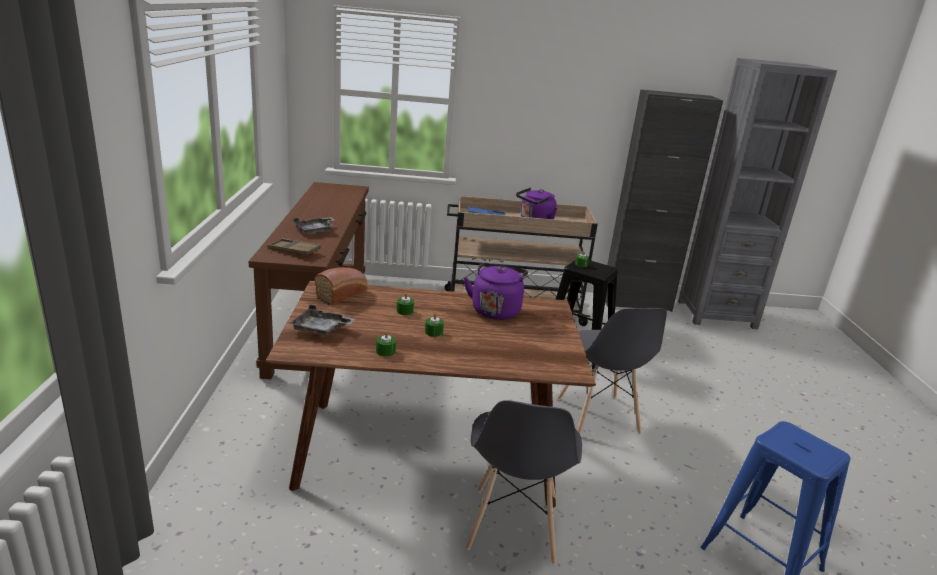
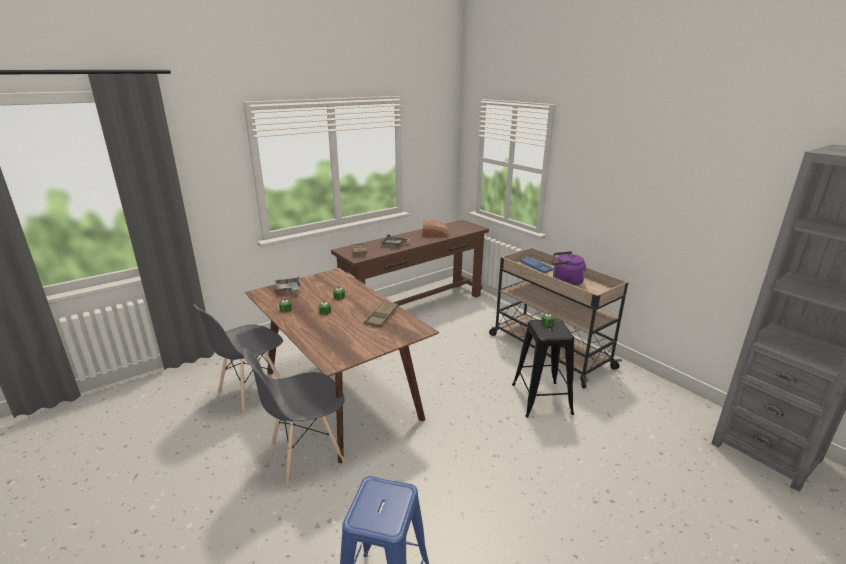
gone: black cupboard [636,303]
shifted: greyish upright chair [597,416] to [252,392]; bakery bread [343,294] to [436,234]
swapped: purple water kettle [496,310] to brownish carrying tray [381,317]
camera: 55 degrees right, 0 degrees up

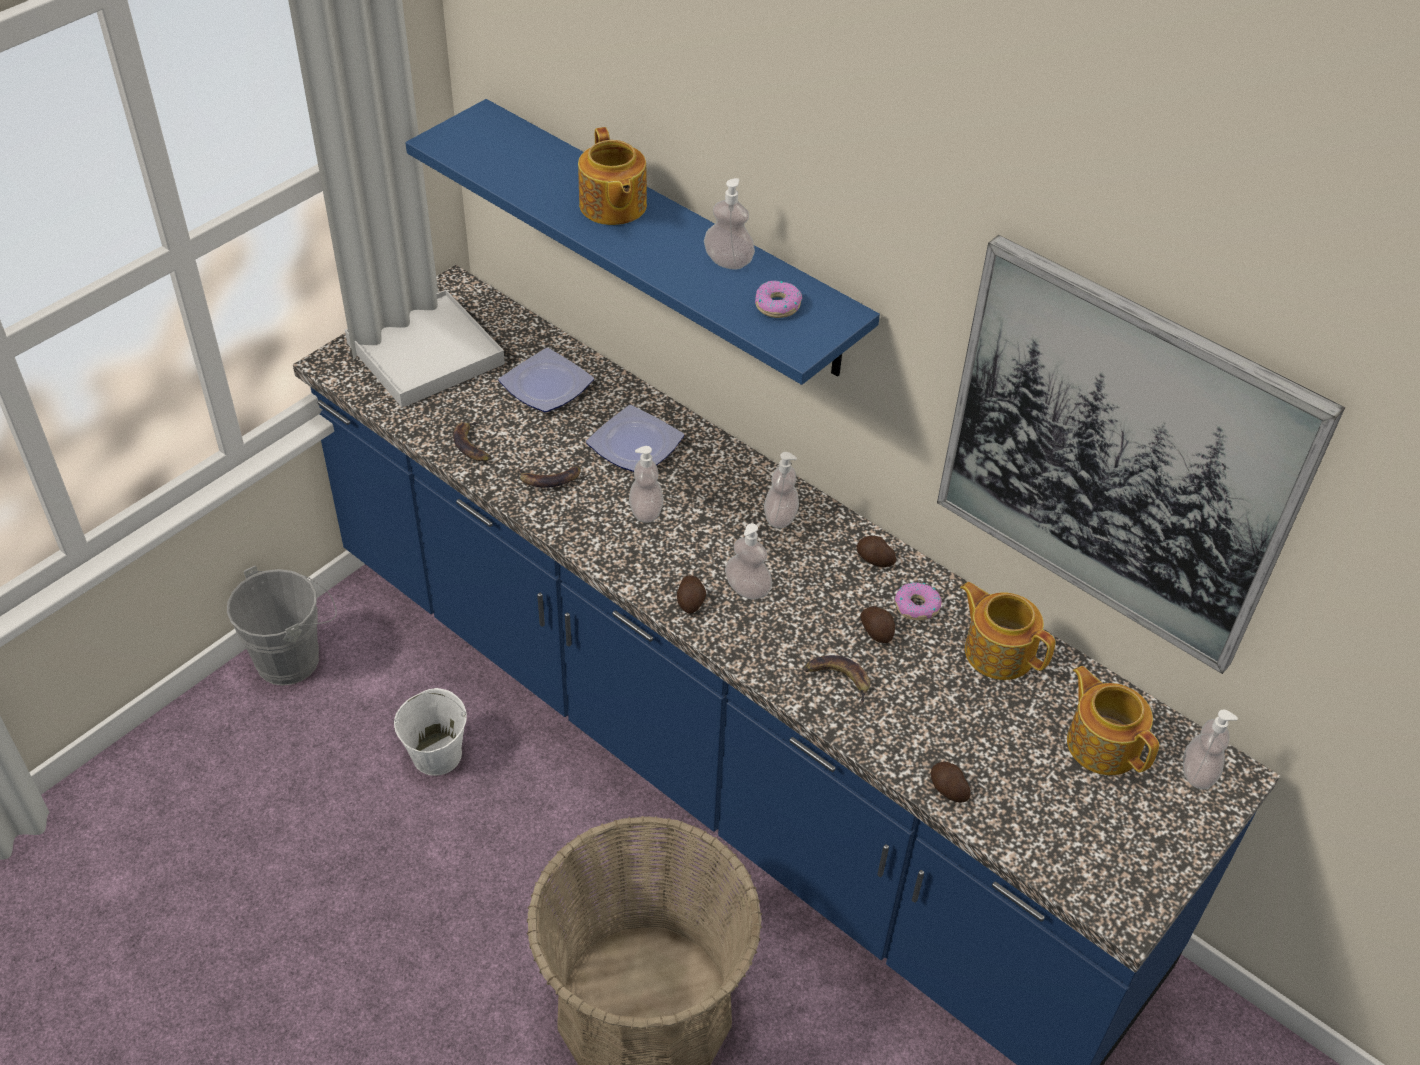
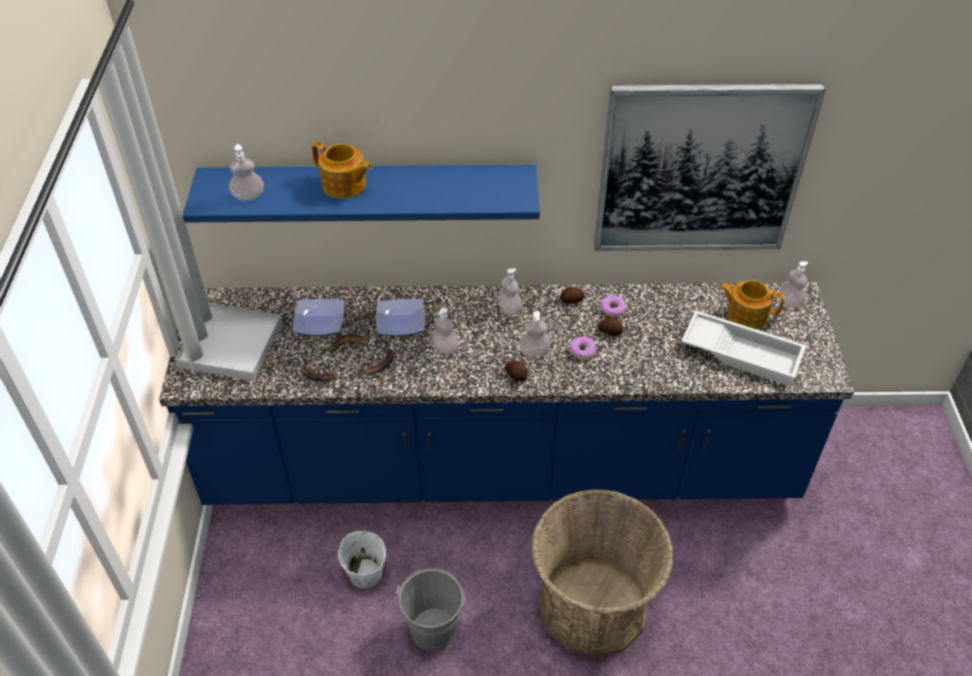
gone: spud [947,789]; pot for tea [998,651]
new: white carrying tray [742,352]
shifted: soap bottle [728,261] to [248,196]; whole banana [838,679] to [349,347]; greyish water bucket [294,657] to [435,625]; donut [777,305] to [582,351]
camera: 40 degrees left, 0 degrees up

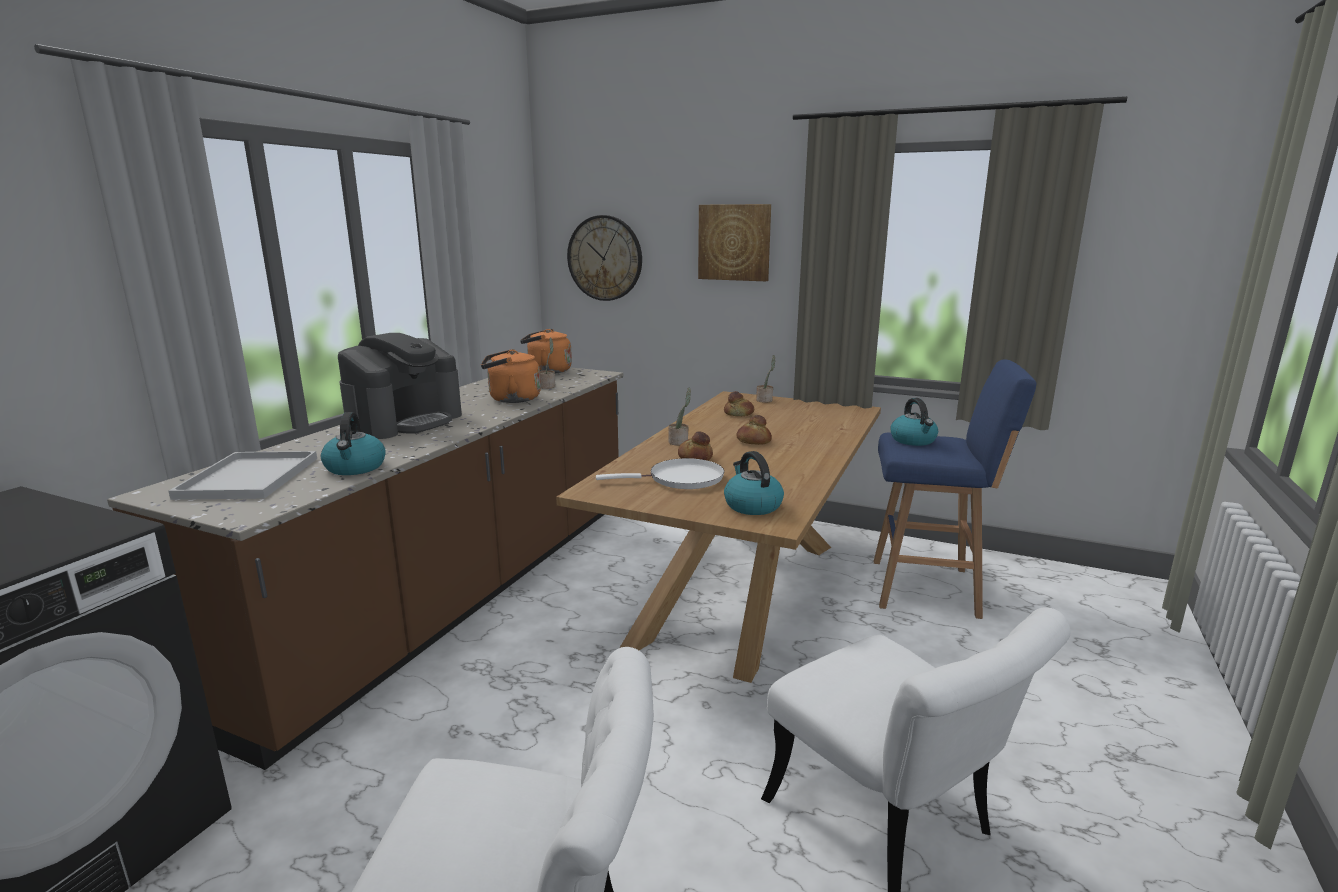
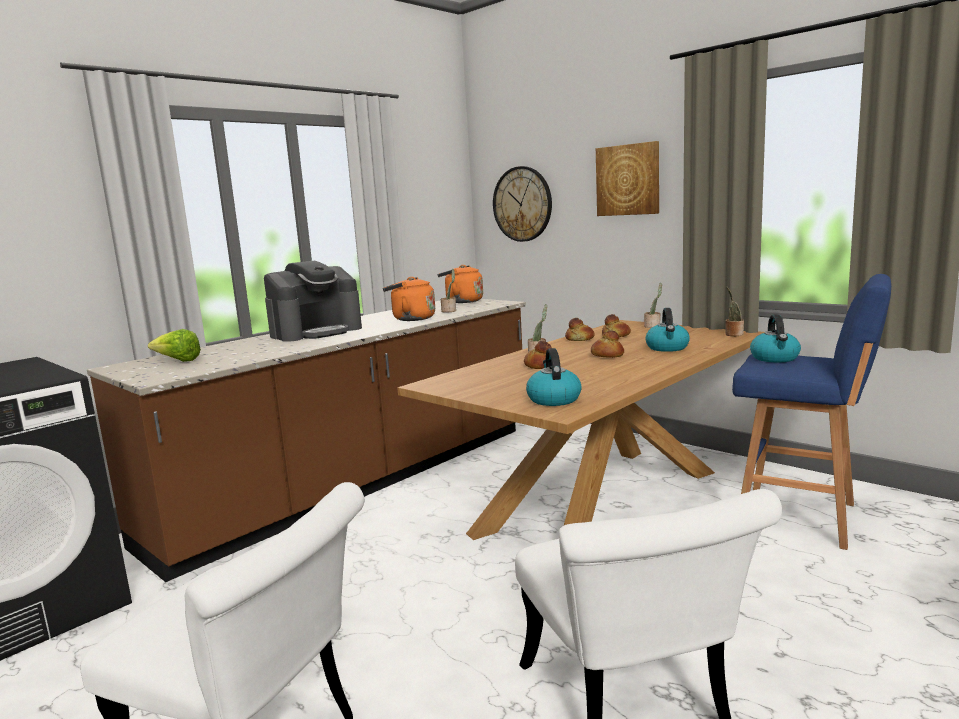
gone: white frying pan [681,479]
new: bakery bread [579,339]; potted plant [733,334]
shifted: water kettle [355,468] to [667,348]
swapped: white carrying tray [249,478] to head of lettuce [178,361]
camera: 20 degrees right, 5 degrees down

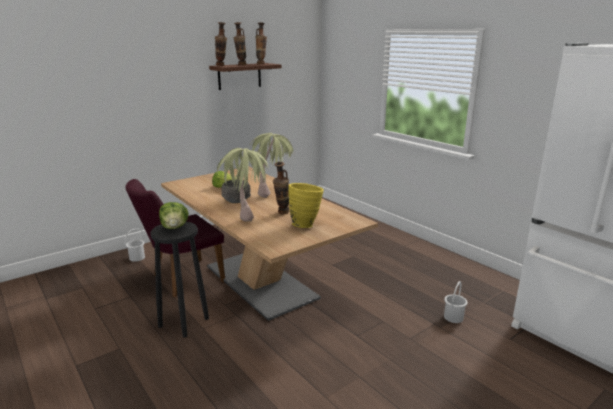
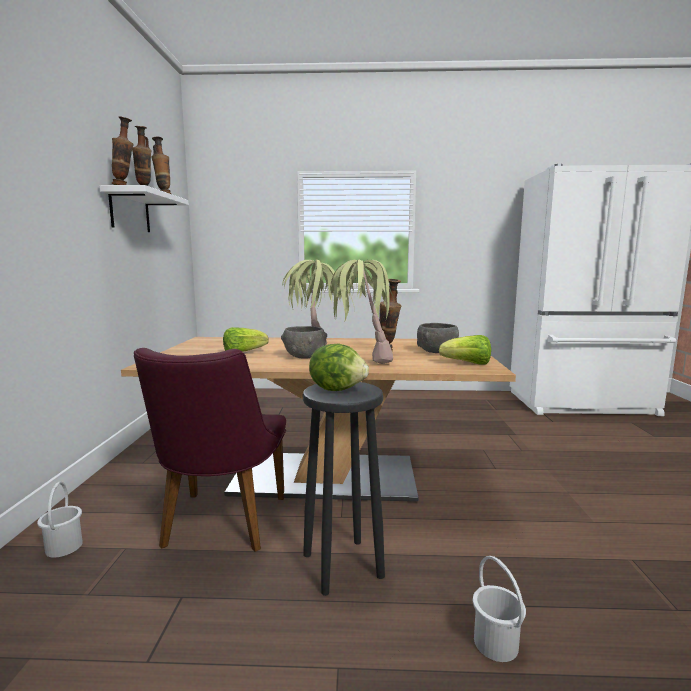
new: head of lettuce [467,364]
shifted: white water bucket [453,317] to [495,643]
swapped: yellow-coloured vase [305,224] to greyish serving bowl [437,352]
repainted: brownish bracket shelf [239,76] to white bracket shelf [130,211]
camera: 50 degrees left, 10 degrees down

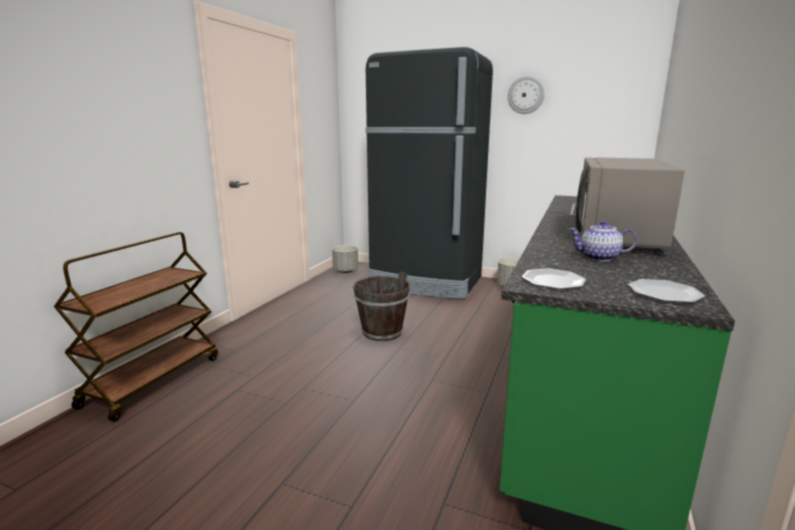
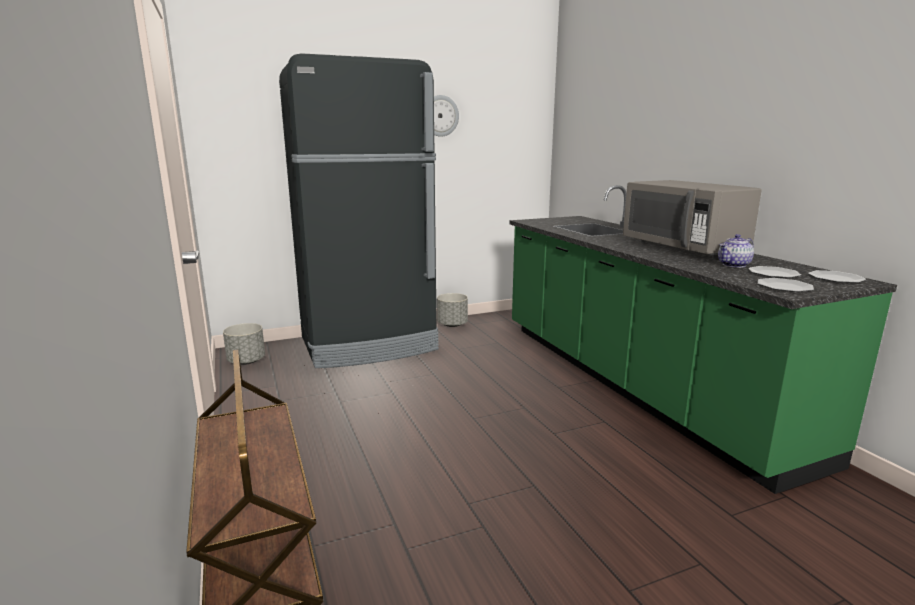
gone: brownish water bucket [382,332]
new: plate [774,274]
camera: 45 degrees left, 0 degrees up

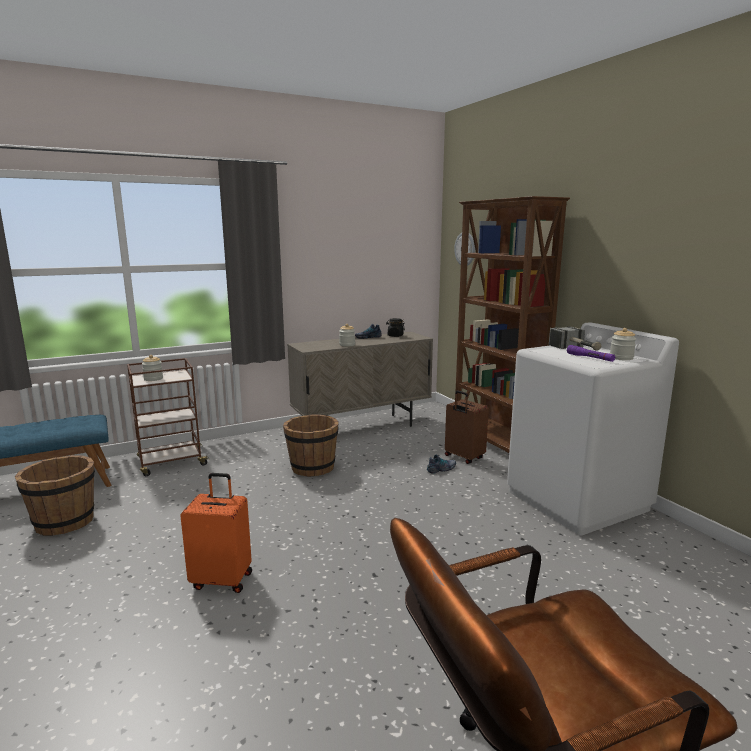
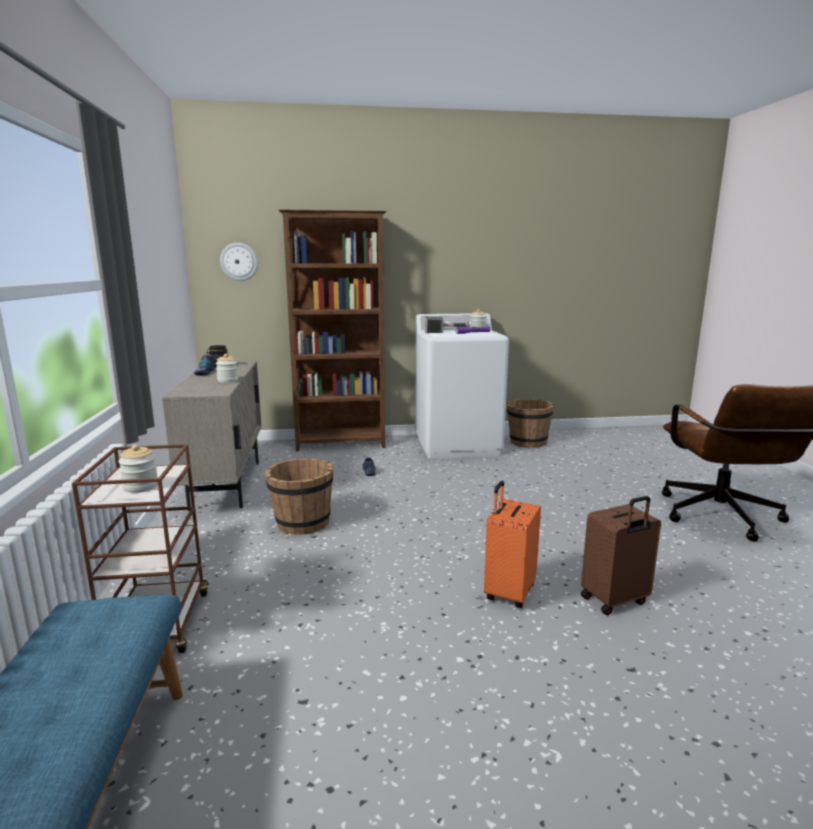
shifted: brownish water bucket [64,522] to [527,442]; brownish travel case [463,457] to [615,601]
camera: 70 degrees left, 0 degrees up

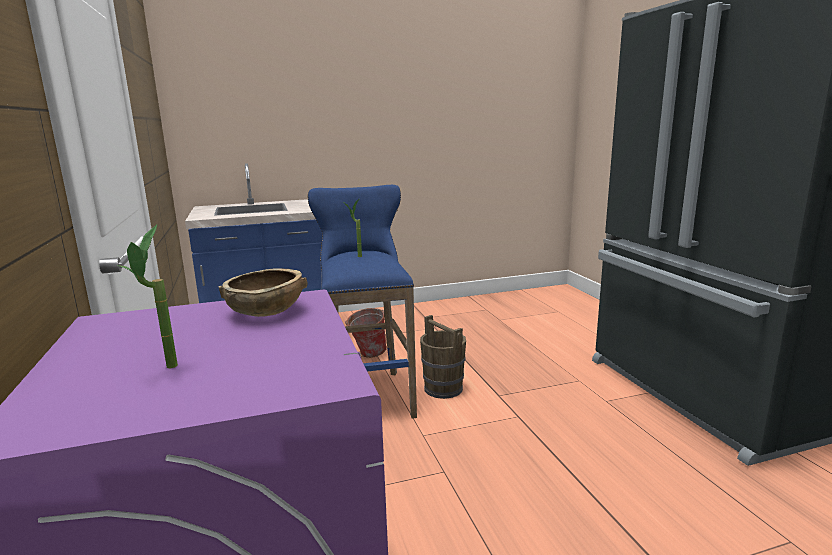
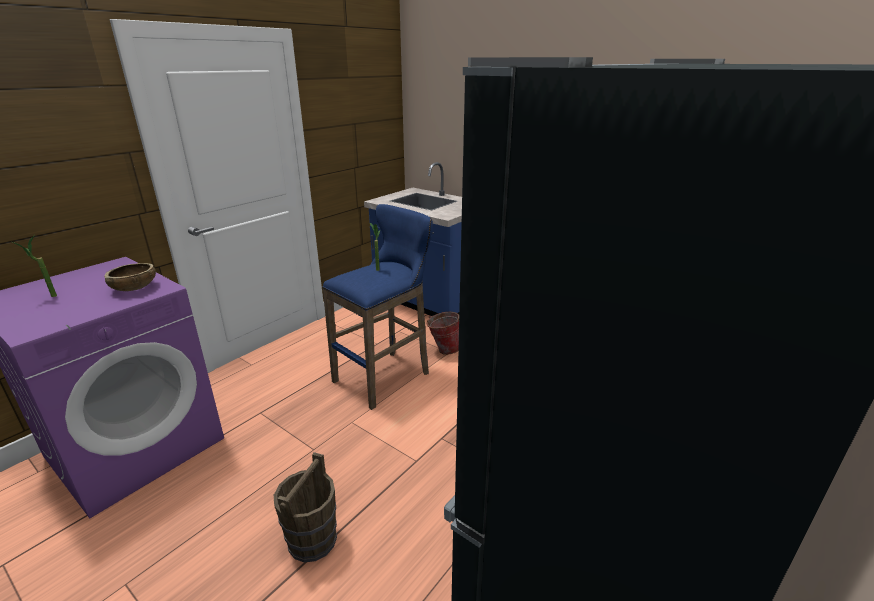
shifted: brownish water bucket [443,388] to [313,539]
camera: 55 degrees right, 10 degrees up

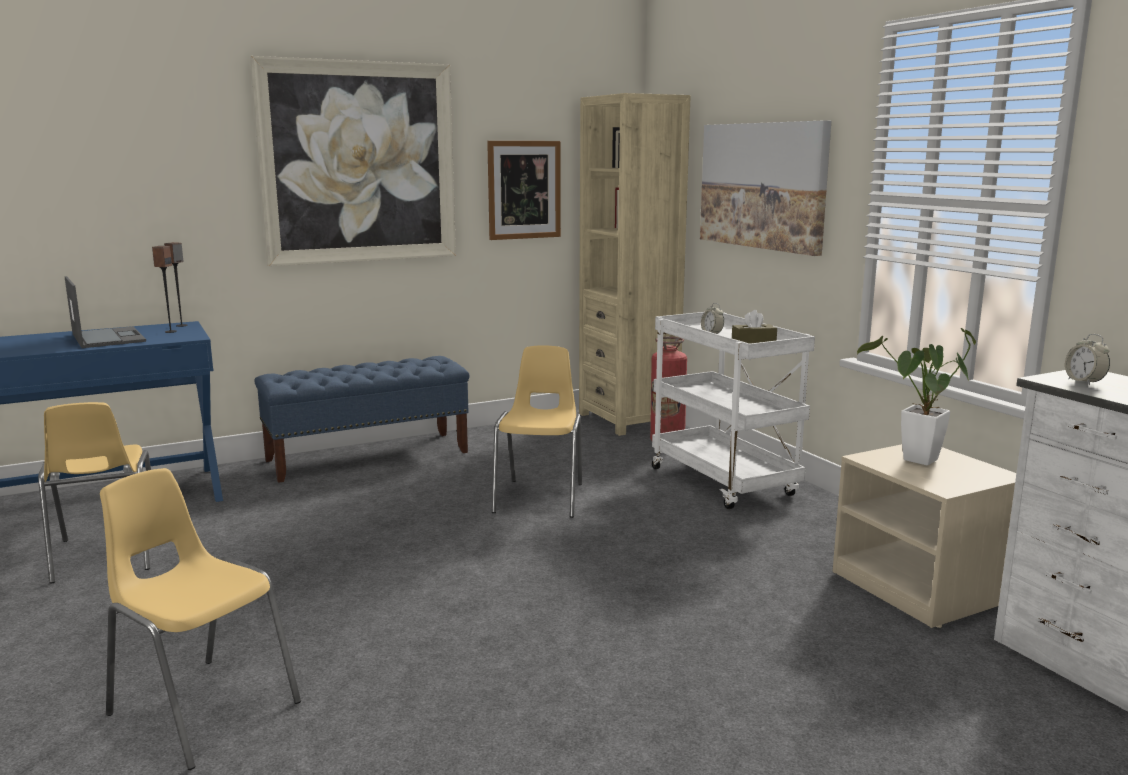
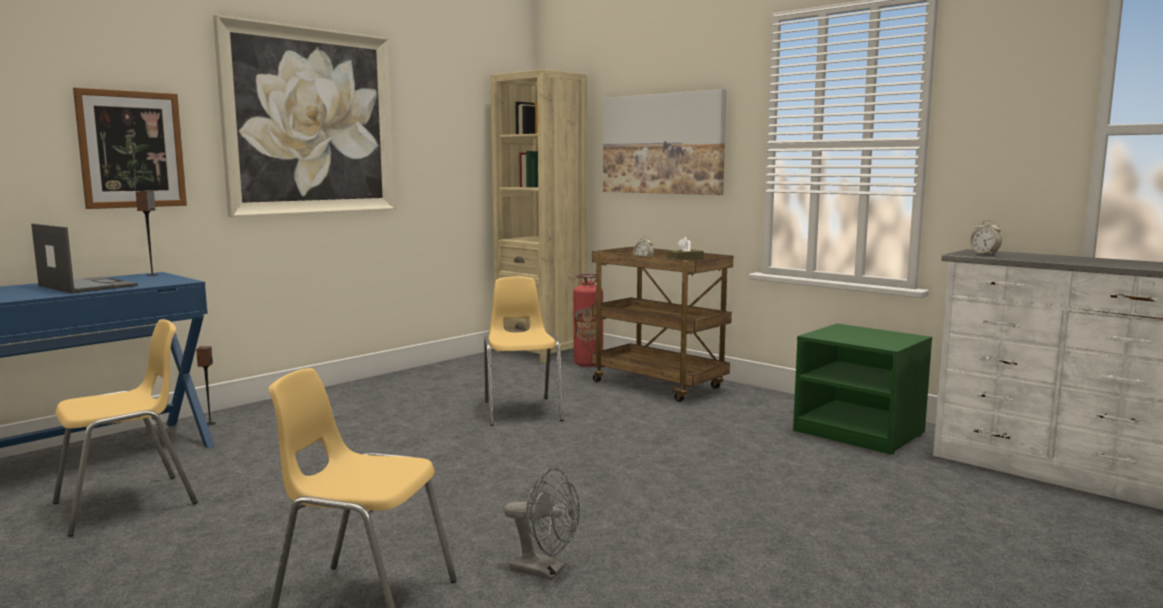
gone: blue bench [368,456]; potted plant [916,462]
new: greyish electric fan [545,571]
shifted: wall picture [524,190] to [132,149]; speaker [170,331] to [210,423]
repainted: white cart [725,483] to brownish cart [660,385]; beige night table [922,588] to green-coloured night table [860,432]
rotated: yellow-coloured upright chair [105,555] = [127,504] 90 degrees counterclockwise
camera: 20 degrees left, 5 degrees down

